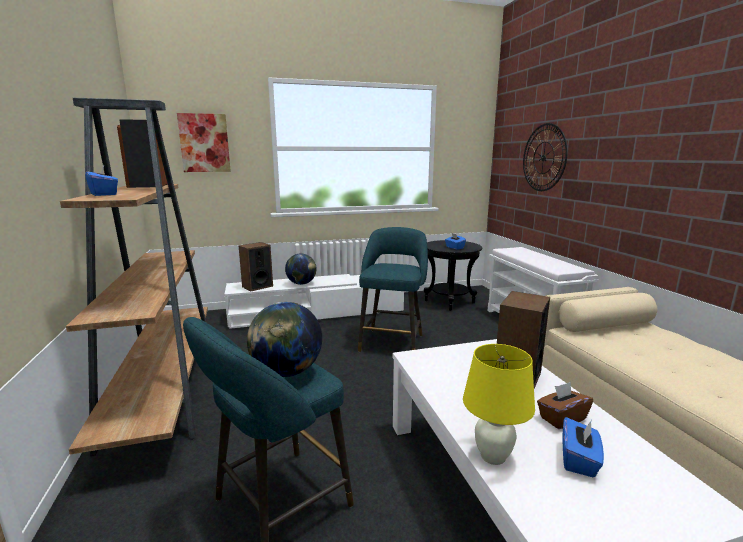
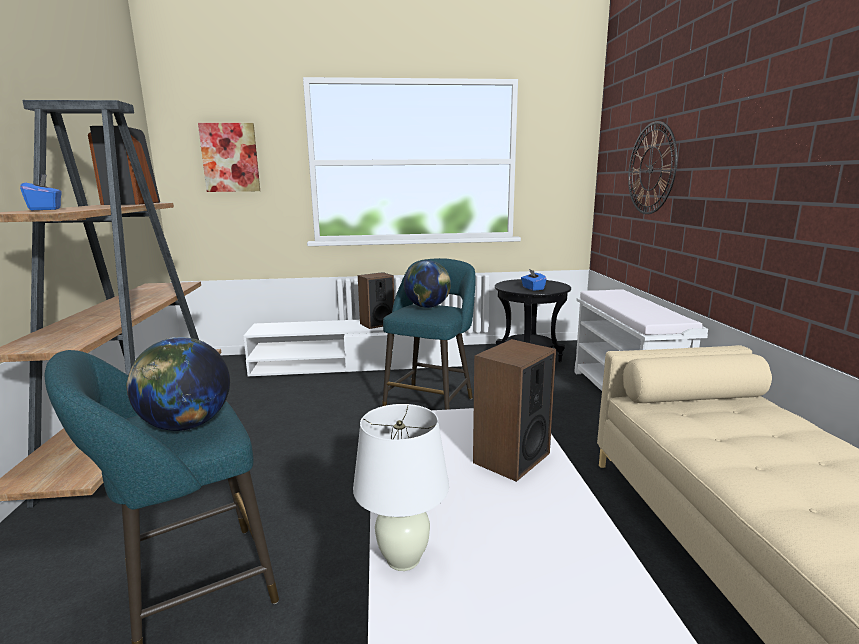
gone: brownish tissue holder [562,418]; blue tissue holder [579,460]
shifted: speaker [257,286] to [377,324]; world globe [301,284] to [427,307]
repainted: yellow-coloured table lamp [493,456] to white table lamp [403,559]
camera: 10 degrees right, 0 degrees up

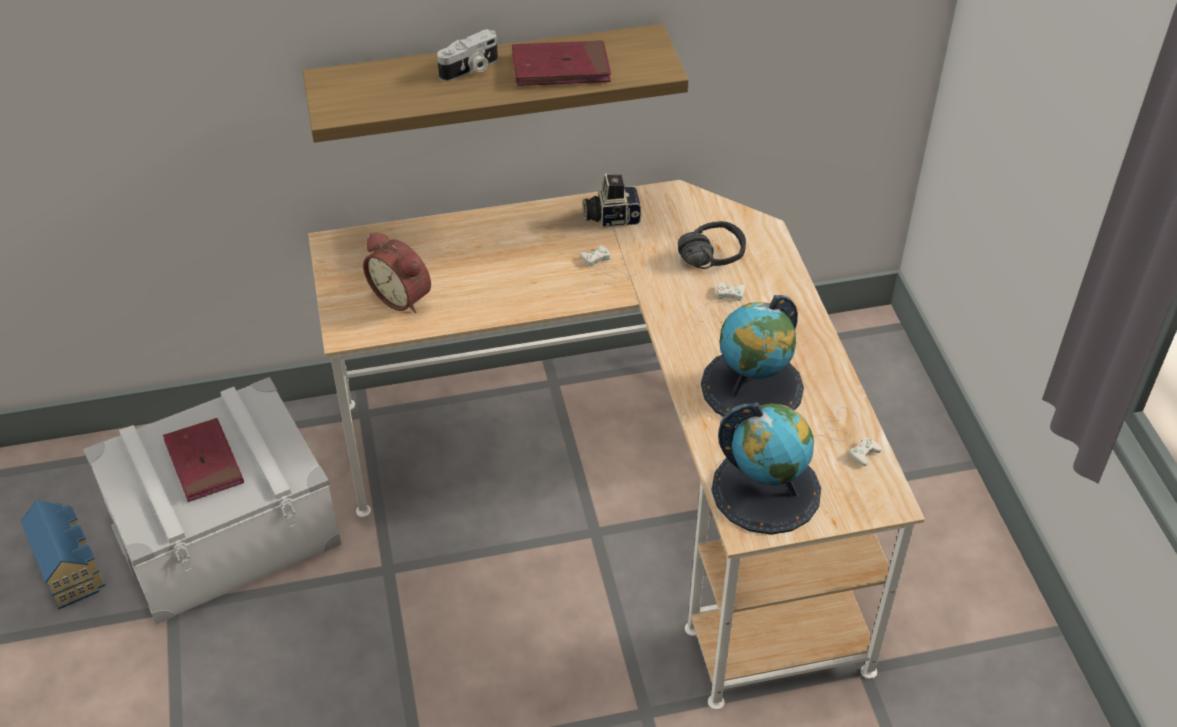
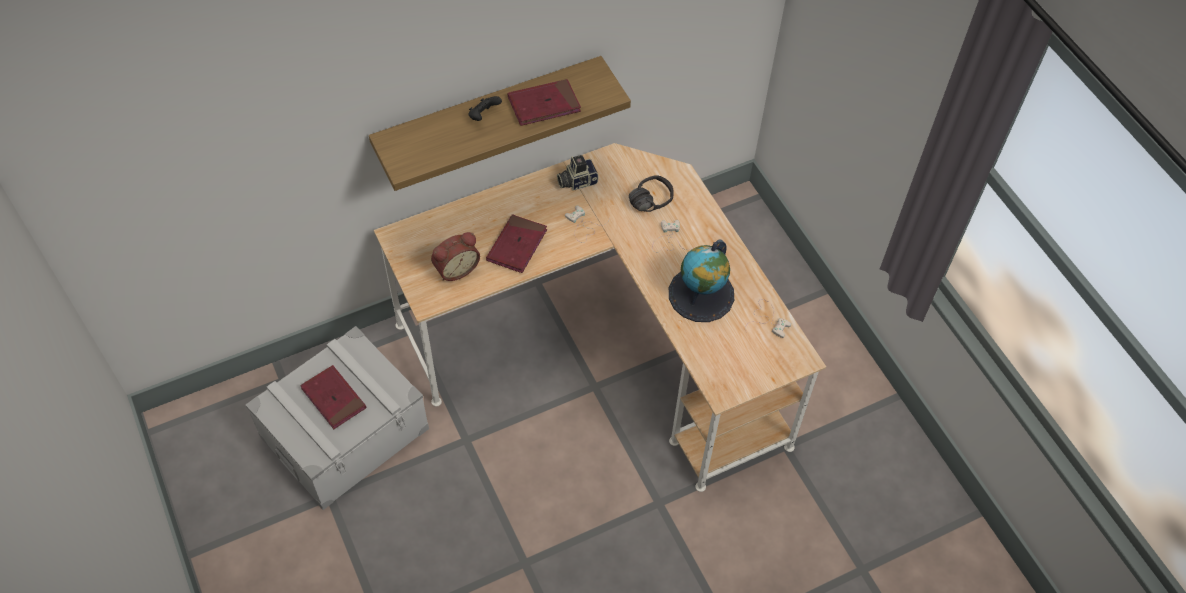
gone: toy house [71,567]; world globe [766,489]
new: reddish volume [517,245]
swapped: still camera [470,69] to black gamepad [483,116]
rotated: table clock [403,296] = [455,268] 60 degrees counterclockwise
camera: 15 degrees left, 10 degrees up

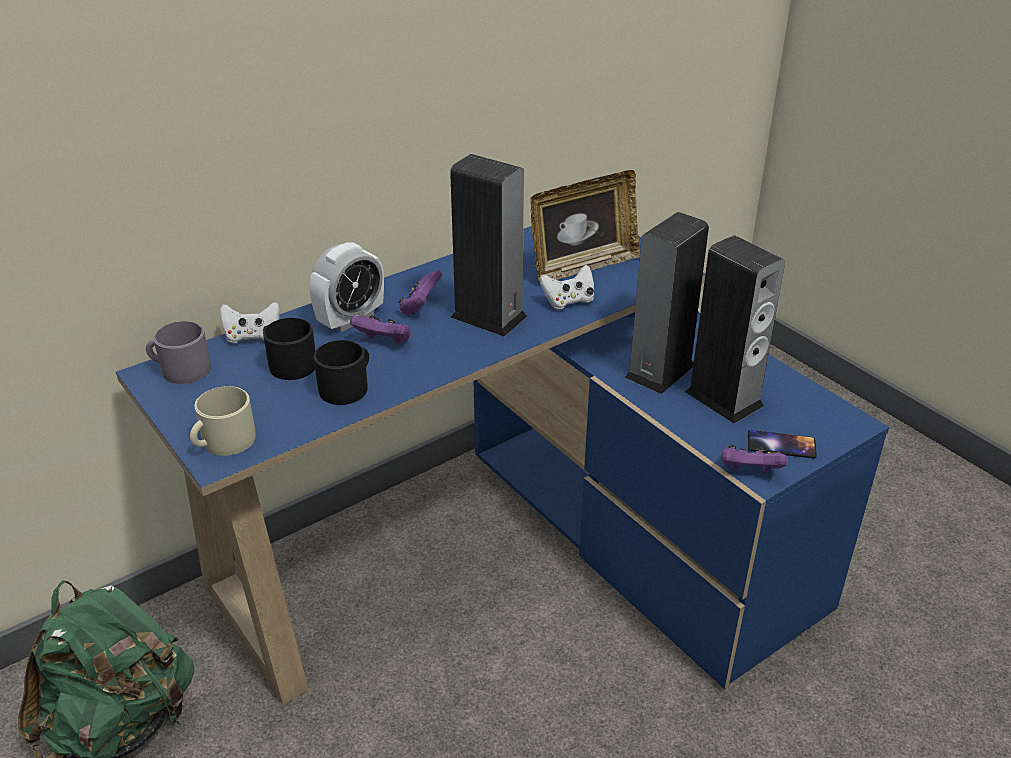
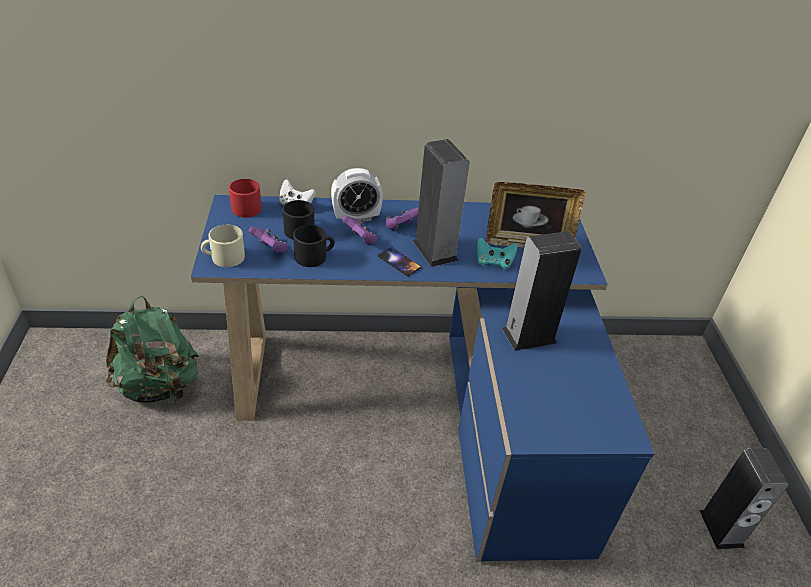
shifted: purple gamepad [749,472] to [270,249]; handset [781,445] to [399,262]; speaker [724,398] to [721,528]
repainted: greyish mug [180,369] to reddish mug [243,207]; white gamepad [568,301] to blue-green gamepad [494,262]
camera: 30 degrees right, 5 degrees up

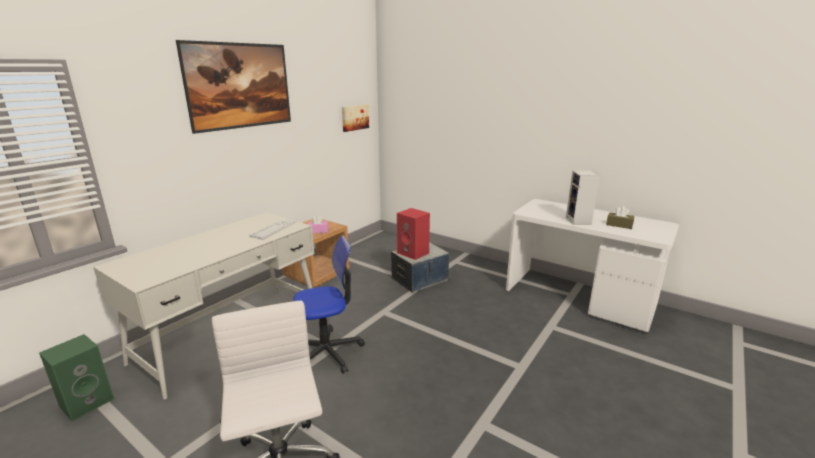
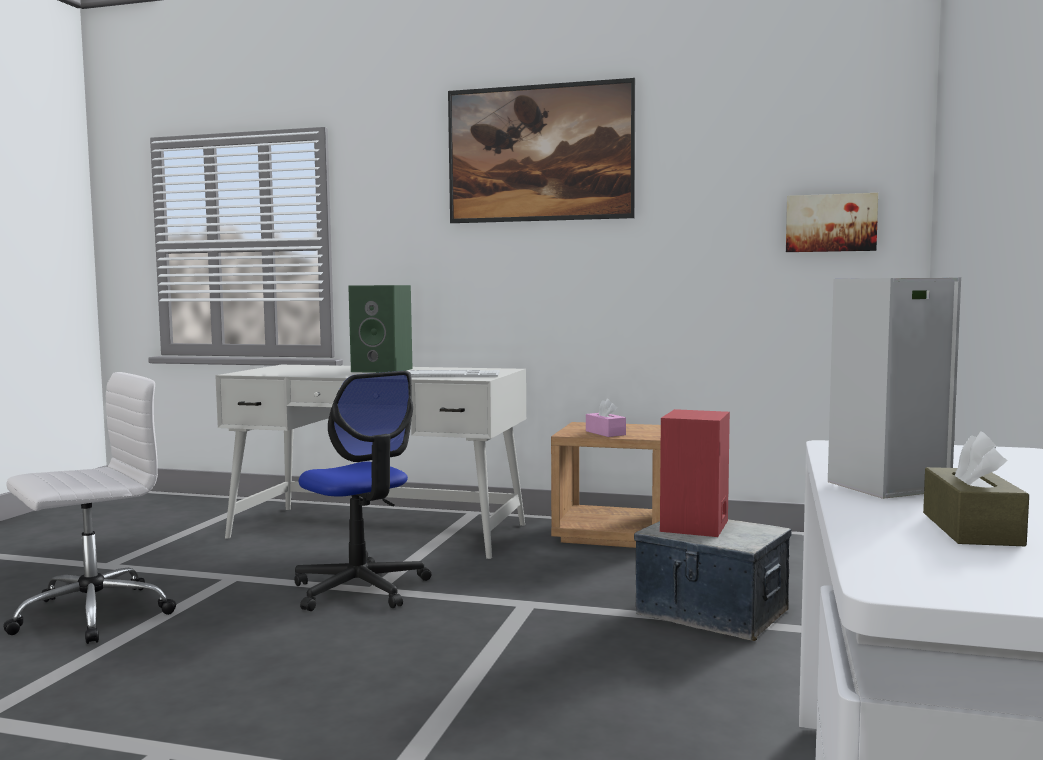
shifted: green-coloured speaker [88,401] to [384,370]
camera: 70 degrees right, 15 degrees down

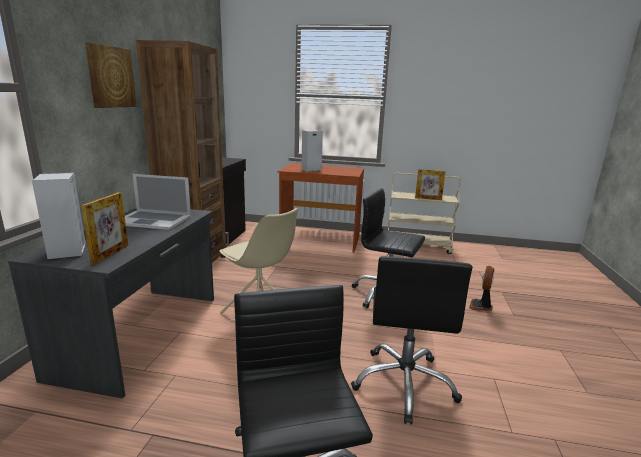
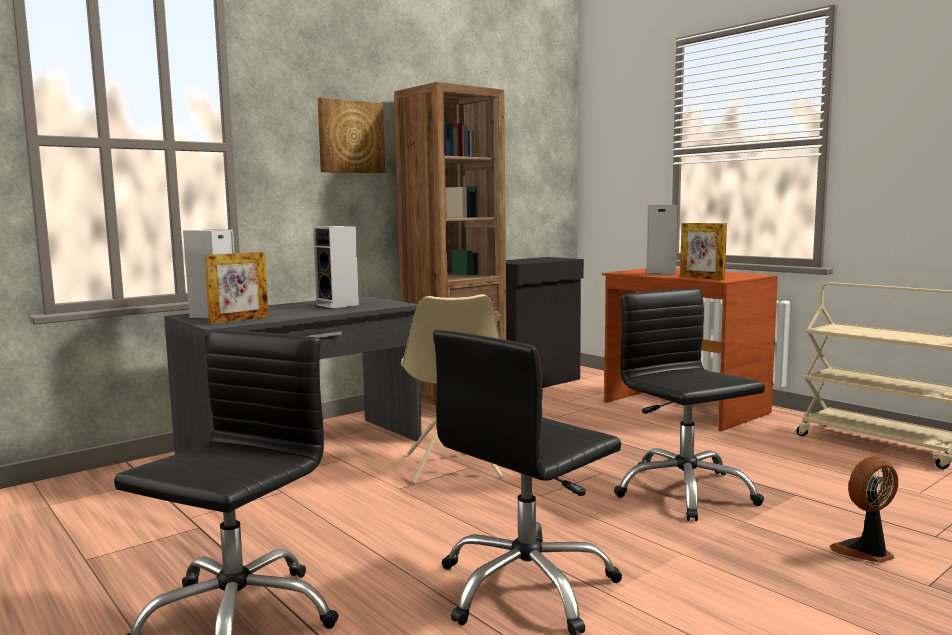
shifted: standing frame [428,198] to [701,278]
swapped: portable computer [153,220] to speaker [339,305]
camera: 40 degrees right, 10 degrees down

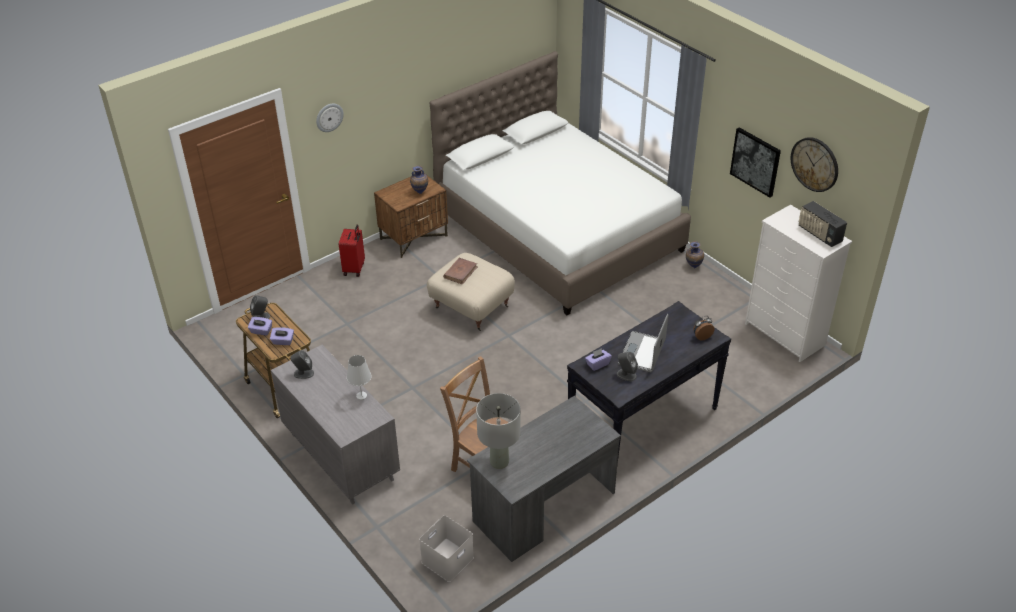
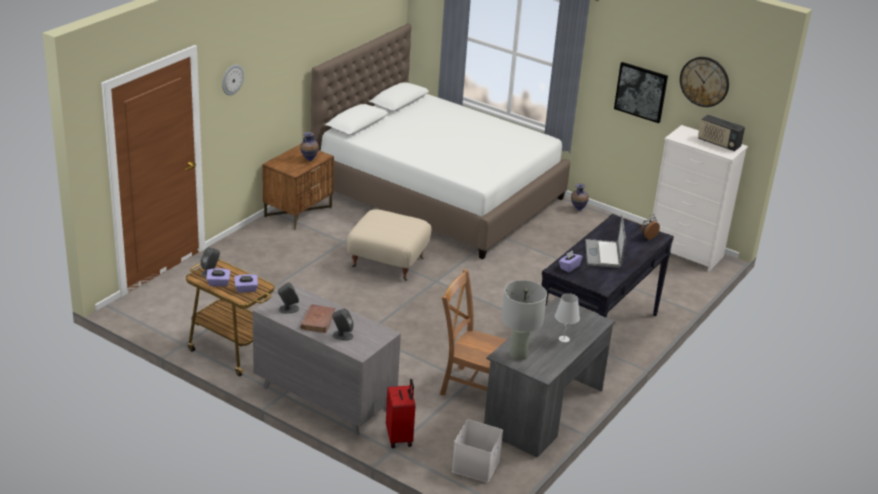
shifted: brownish volume [460,272] to [318,320]; greyish speaker [626,375] to [342,335]; reddish travel case [355,269] to [400,437]; white table lamp [361,395] to [564,339]
camera: 20 degrees left, 10 degrees down

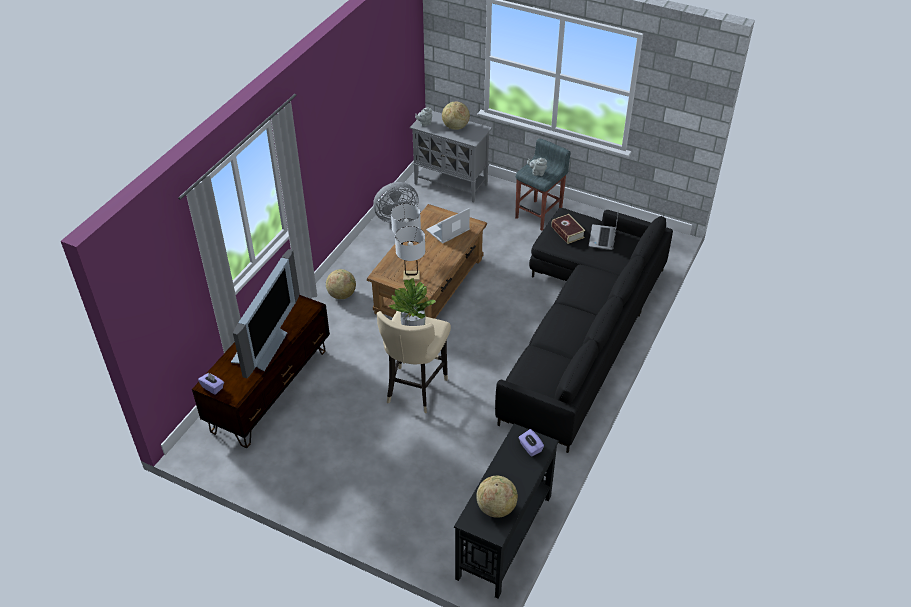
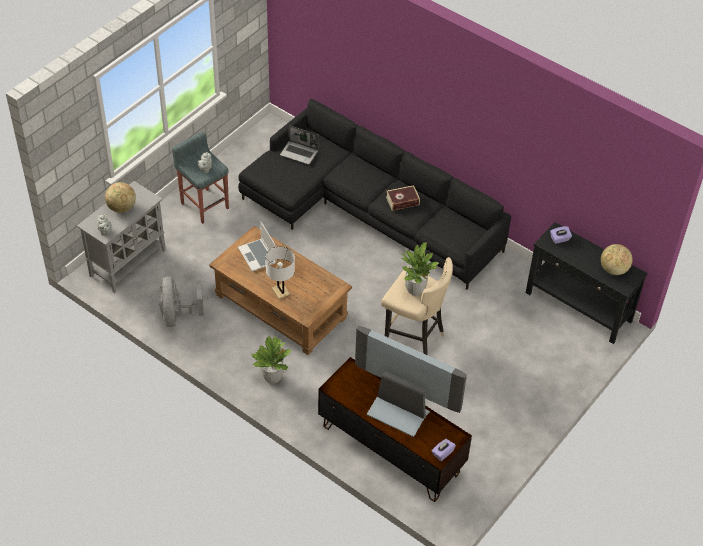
gone: white table lamp [411,276]
shifted: volume [567,232] to [402,201]
swapped: world globe [342,294] to potted plant [273,378]
camera: 80 degrees left, 5 degrees up

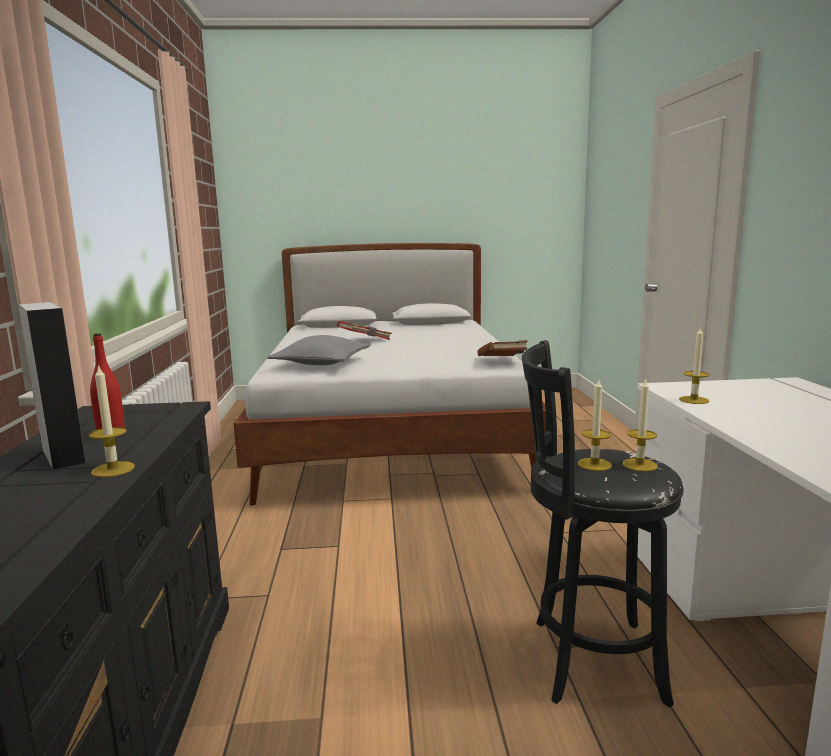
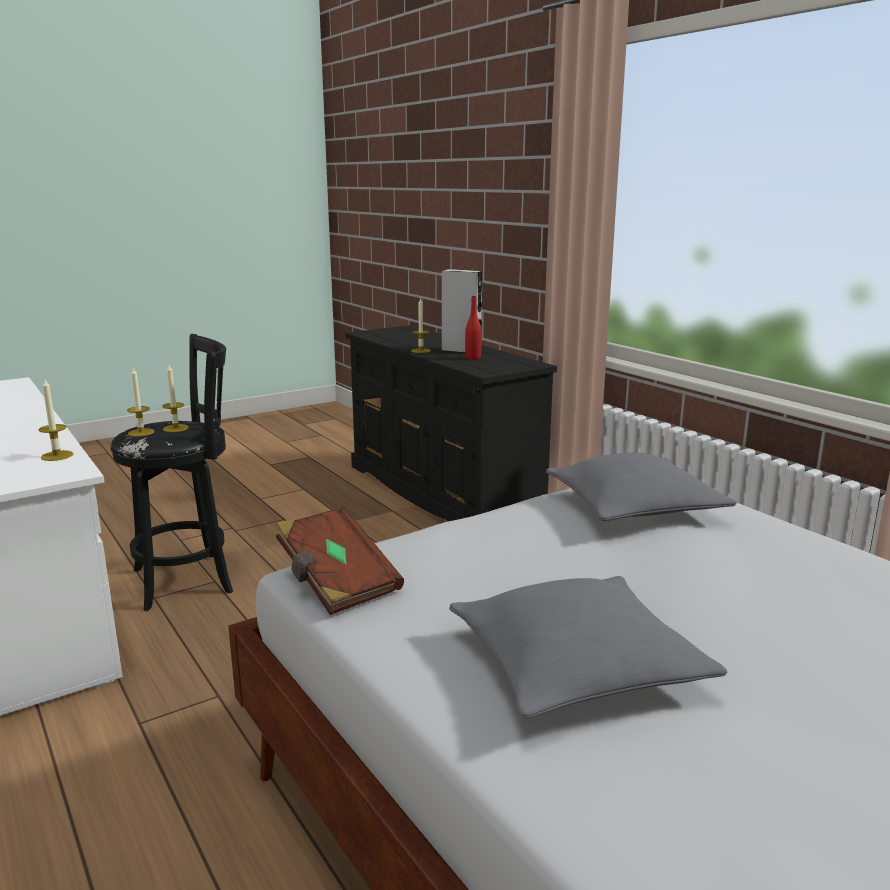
gone: reddish volume [365,340]
new: greyish throw pillow [576,665]
camera: 150 degrees right, 5 degrees up

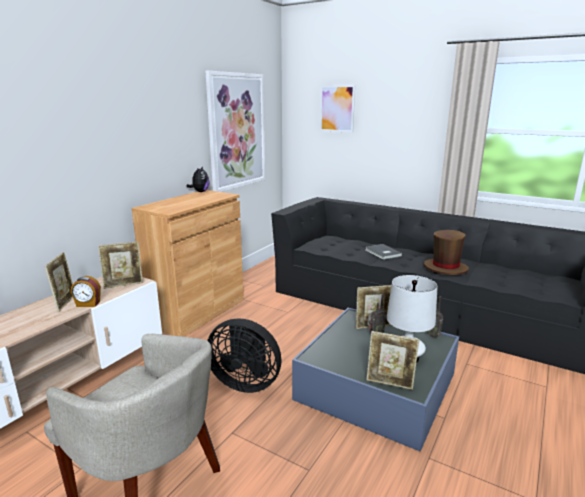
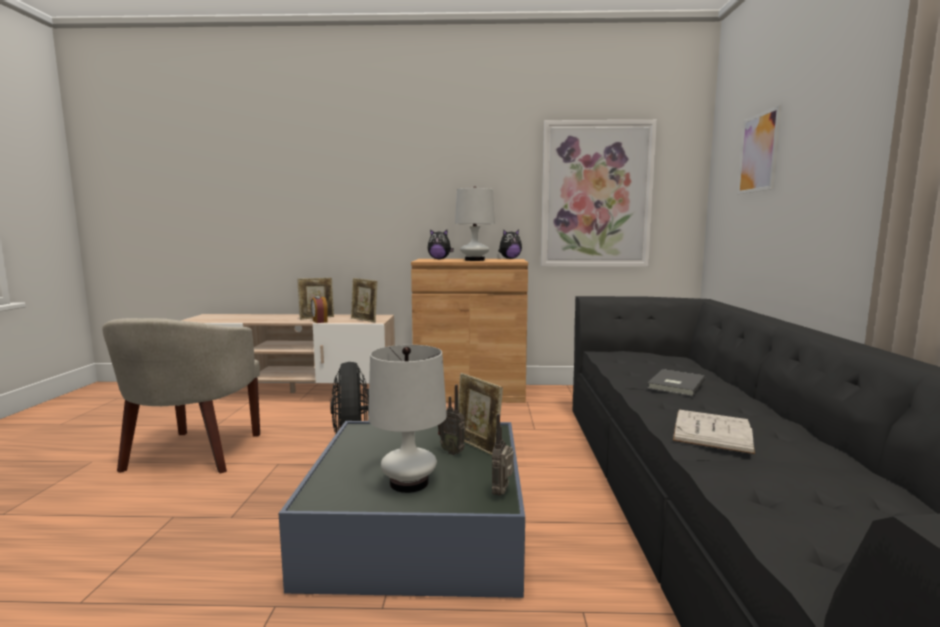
gone: standing frame [390,383]
new: plush toy [439,259]; white table lamp [474,260]
swapped: brownish hat [445,268] to white volume [712,431]
camera: 60 degrees right, 10 degrees down

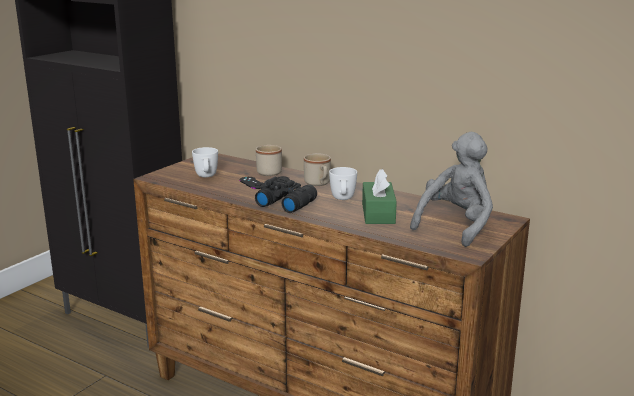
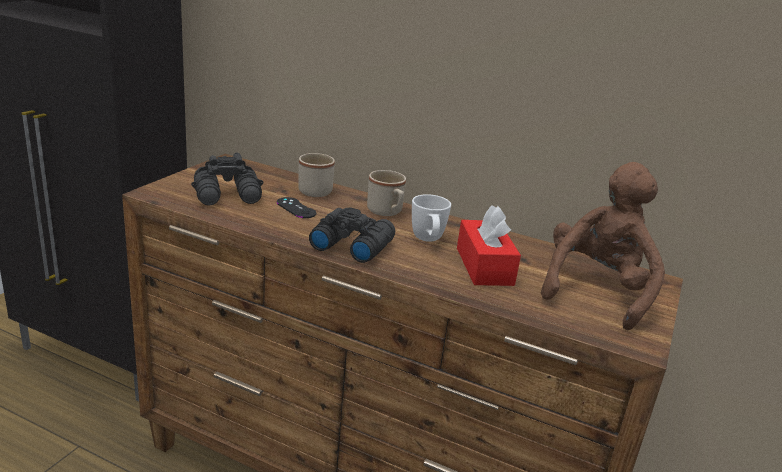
swapped: white mug [206,177] to black pair of binoculars [229,196]
repainted: green-coloured tissue holder [378,213] to reddish tissue holder [484,266]; greyish plush toy [456,226] to brownish plush toy [597,291]
camera: 10 degrees left, 5 degrees up

